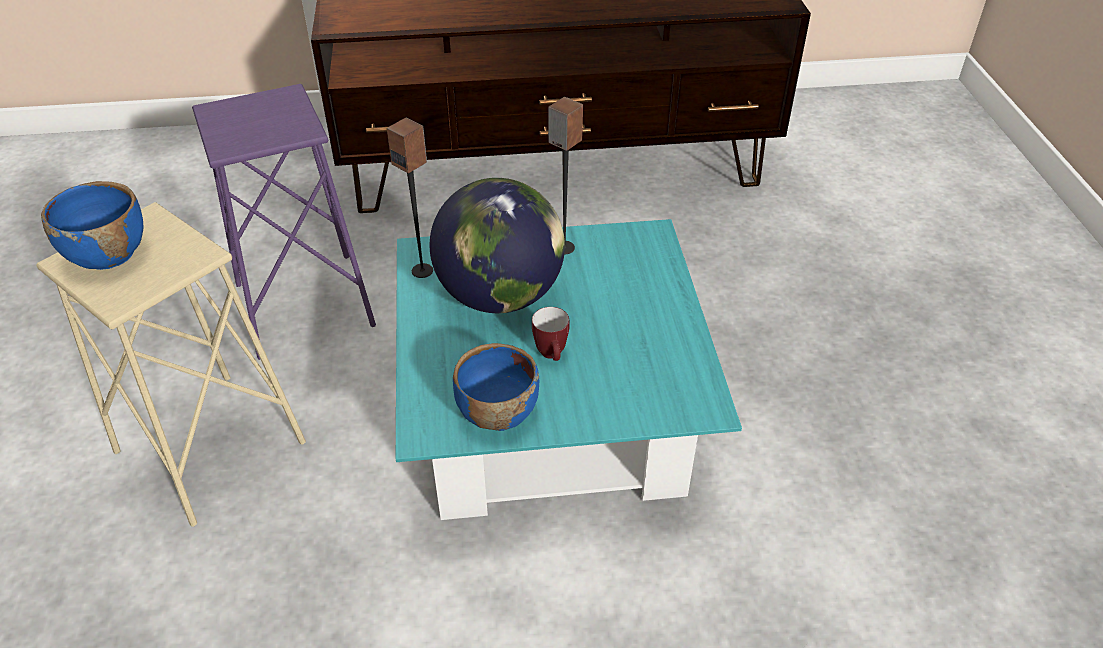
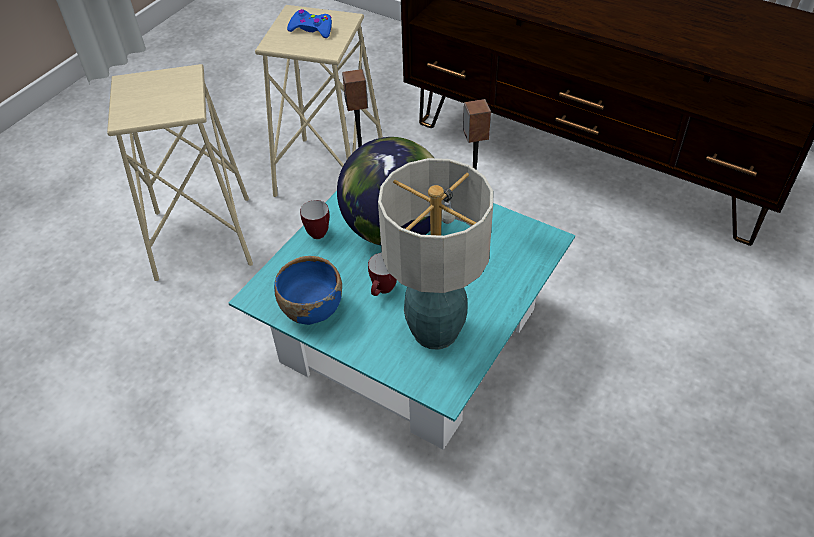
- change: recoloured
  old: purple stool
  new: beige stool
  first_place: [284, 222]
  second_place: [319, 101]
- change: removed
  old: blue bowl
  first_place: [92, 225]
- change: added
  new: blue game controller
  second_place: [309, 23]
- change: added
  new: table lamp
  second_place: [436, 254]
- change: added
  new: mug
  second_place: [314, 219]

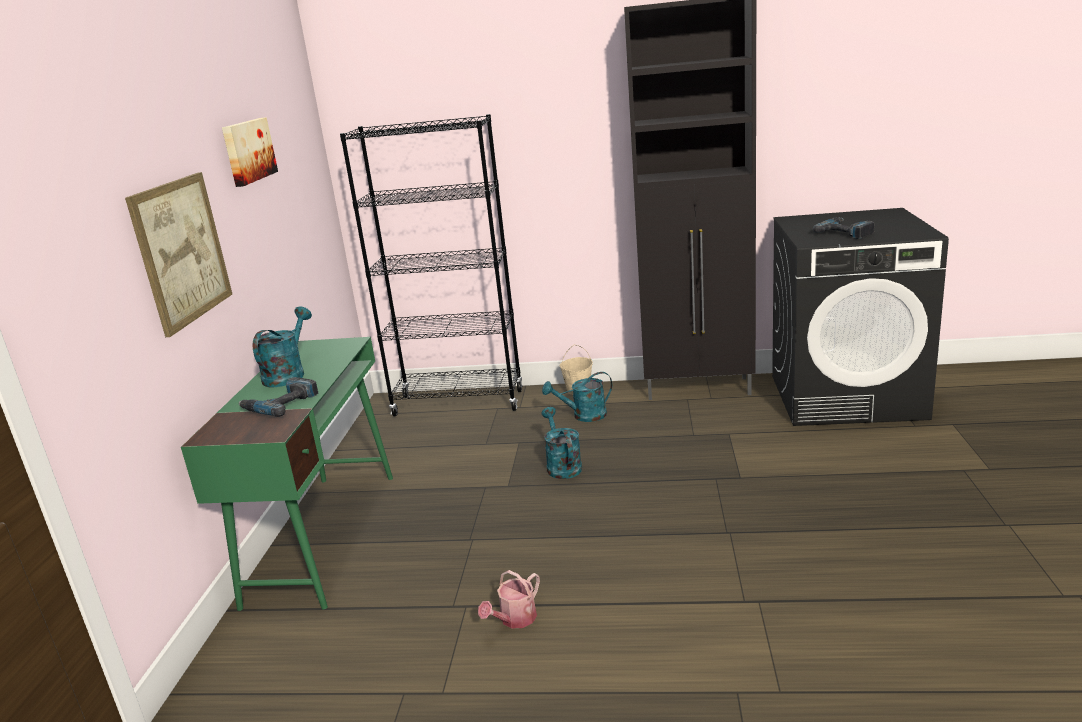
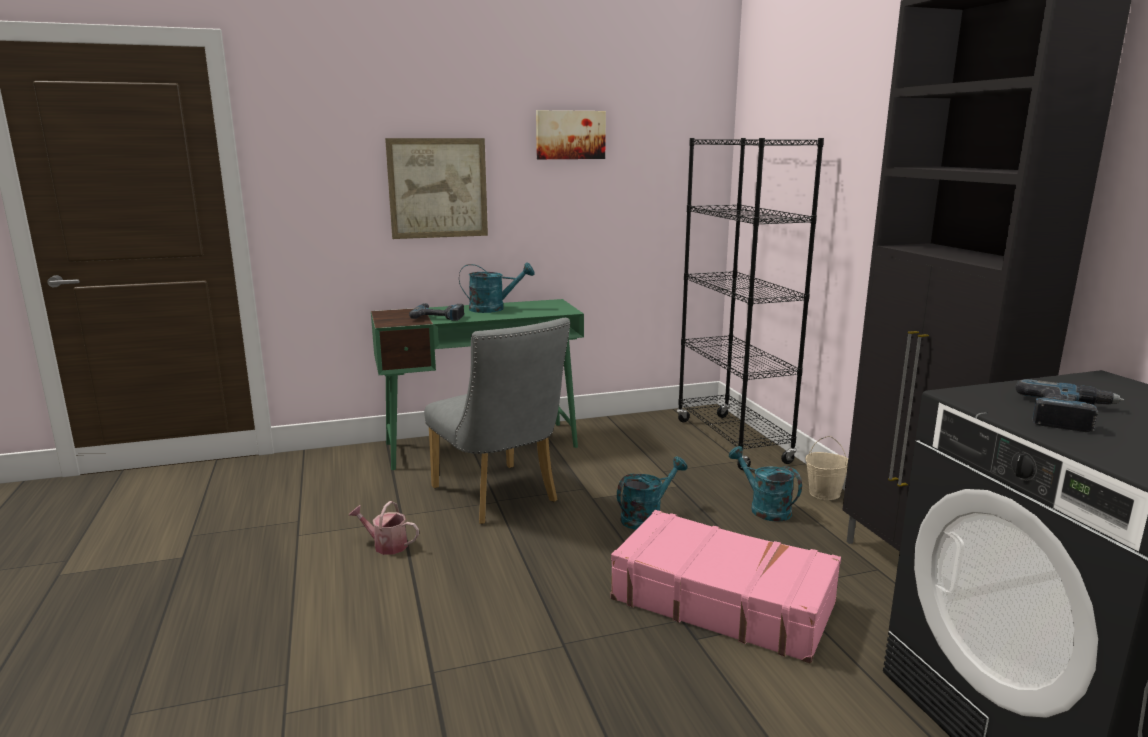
- change: added
  new: grey chair
  second_place: [497, 421]
- change: added
  new: pink suitcase
  second_place: [725, 587]

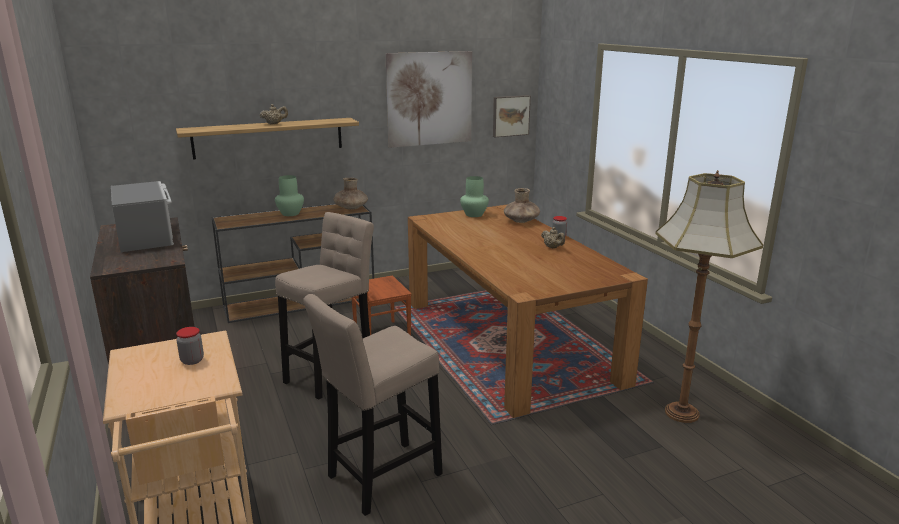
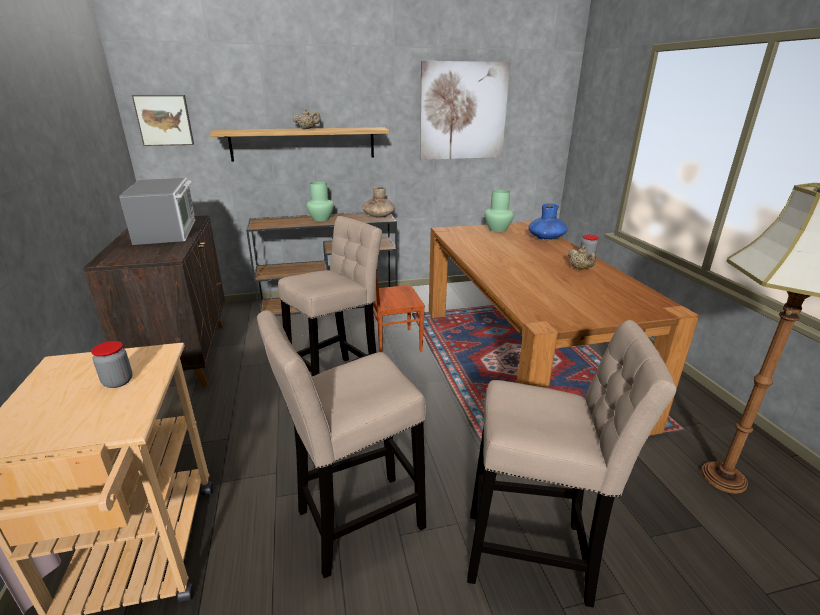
- change: moved
  old: picture
  first_place: [512, 116]
  second_place: [163, 120]
- change: recoloured
  old: brown vase
  new: blue vase
  first_place: [522, 205]
  second_place: [548, 221]
- change: added
  new: beige stool
  second_place: [571, 463]

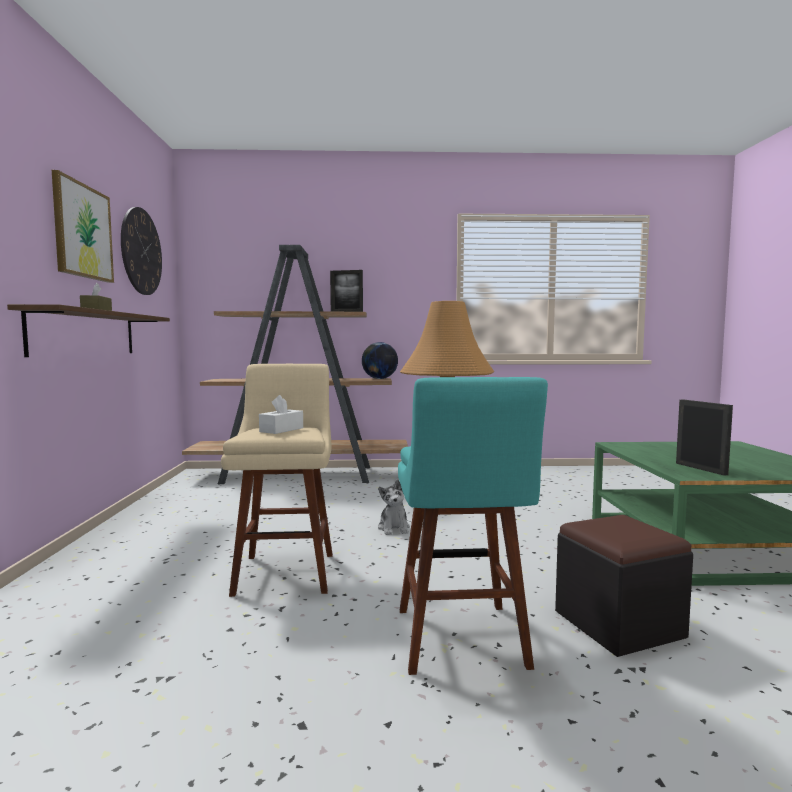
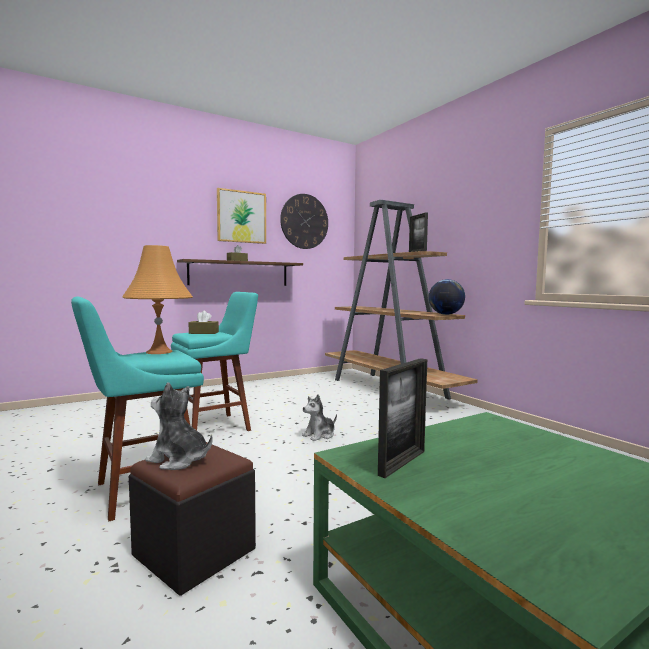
- change: recoloured
  old: beige stool
  new: turquoise stool
  first_place: [277, 480]
  second_place: [214, 361]
- change: recoloured
  old: white tissue box
  new: brown tissue box
  first_place: [281, 414]
  second_place: [204, 322]
- change: added
  new: plush toy
  second_place: [179, 426]

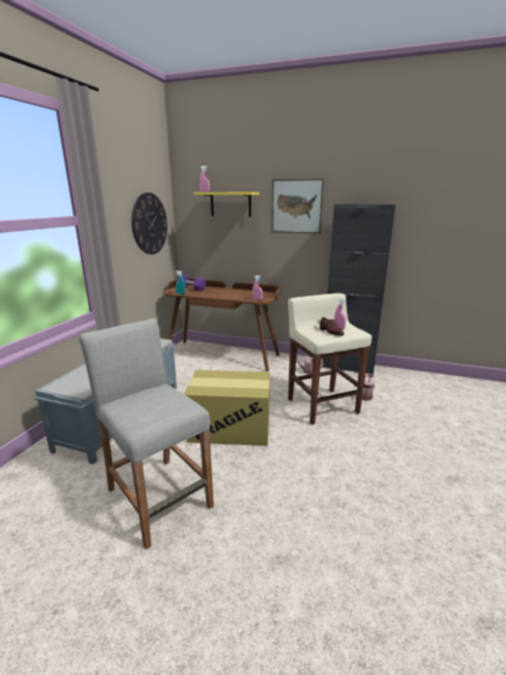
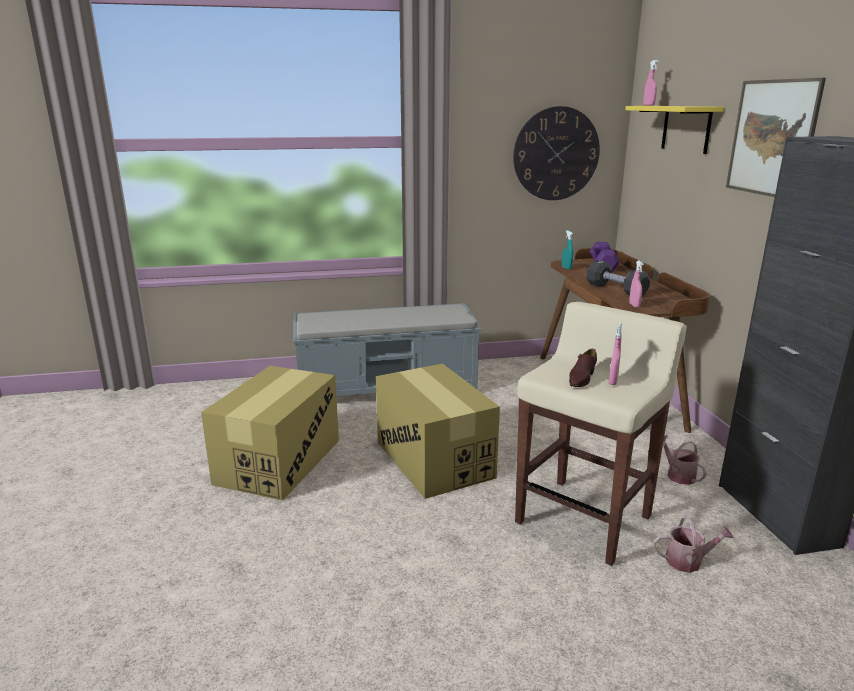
- change: replaced
  old: beige stool
  new: cardboard box
  first_place: [146, 433]
  second_place: [270, 433]
- change: added
  new: black dumbbell
  second_place: [618, 278]

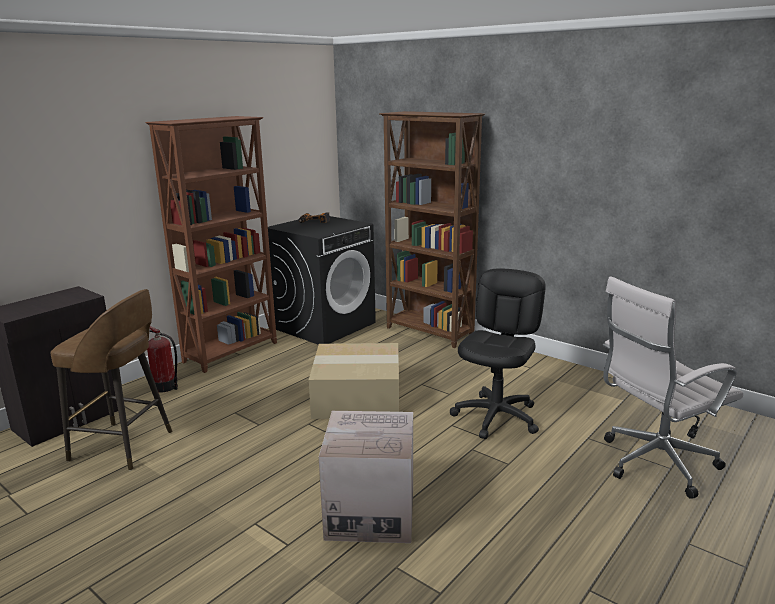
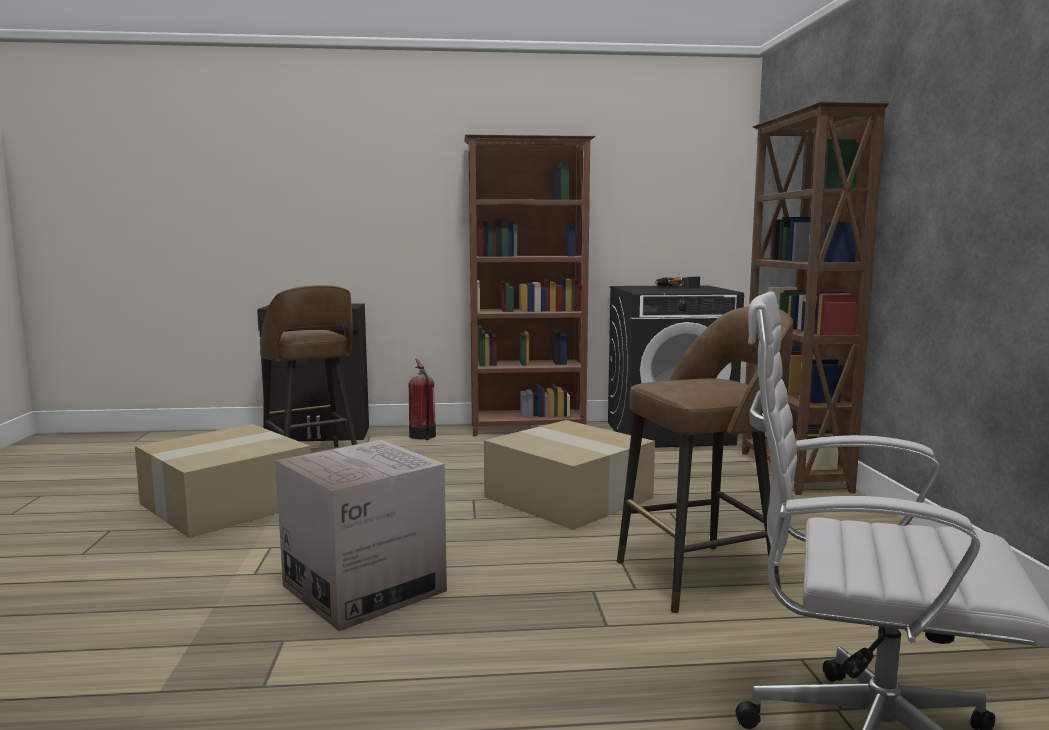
- change: replaced
  old: black office chair
  new: brown stool
  first_place: [498, 354]
  second_place: [705, 459]
- change: added
  new: cardboard box
  second_place: [223, 481]

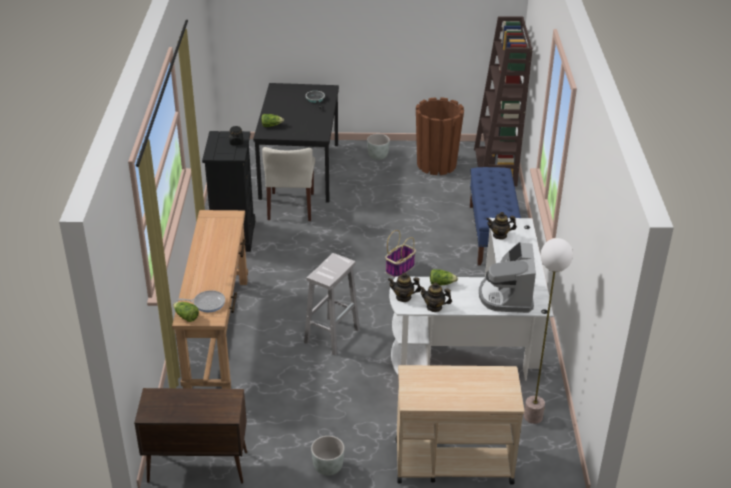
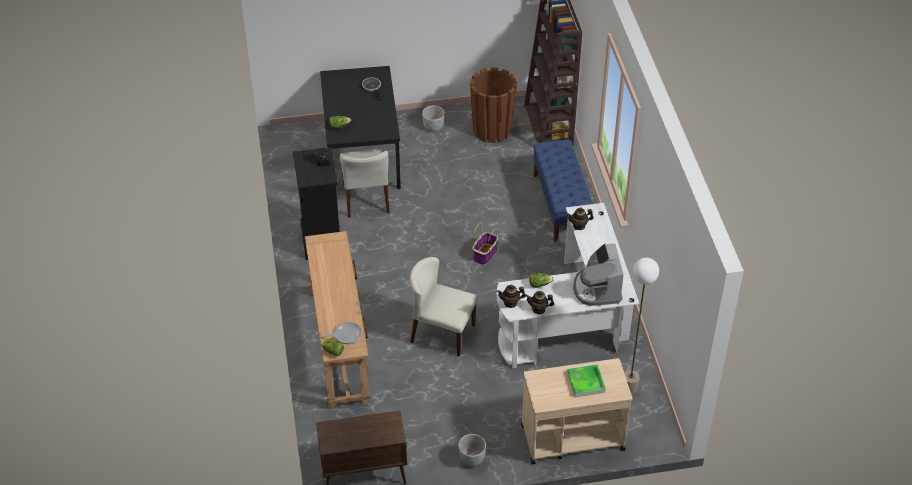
- change: replaced
  old: white stool
  new: beige chair
  first_place: [332, 304]
  second_place: [444, 307]
- change: added
  new: tray
  second_place: [586, 381]

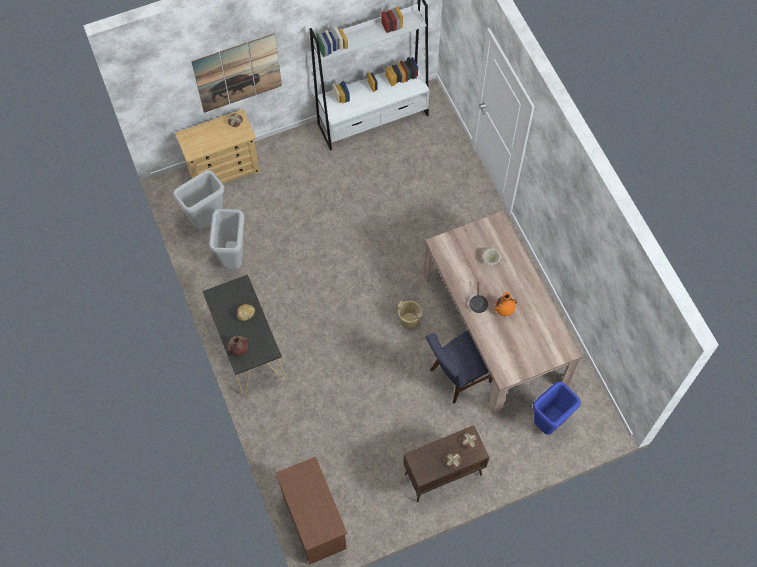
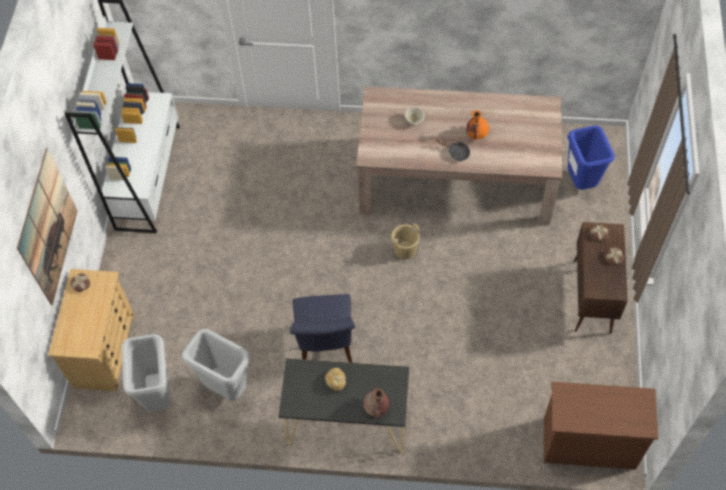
- change: moved
  old: blue chair
  first_place: [458, 367]
  second_place: [322, 328]

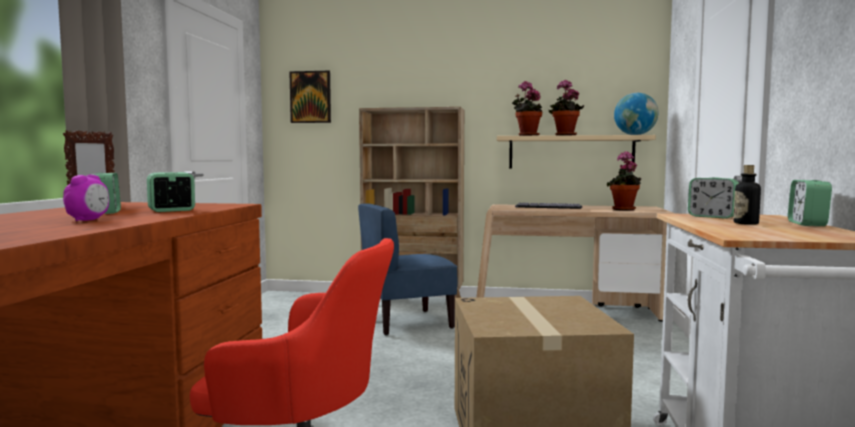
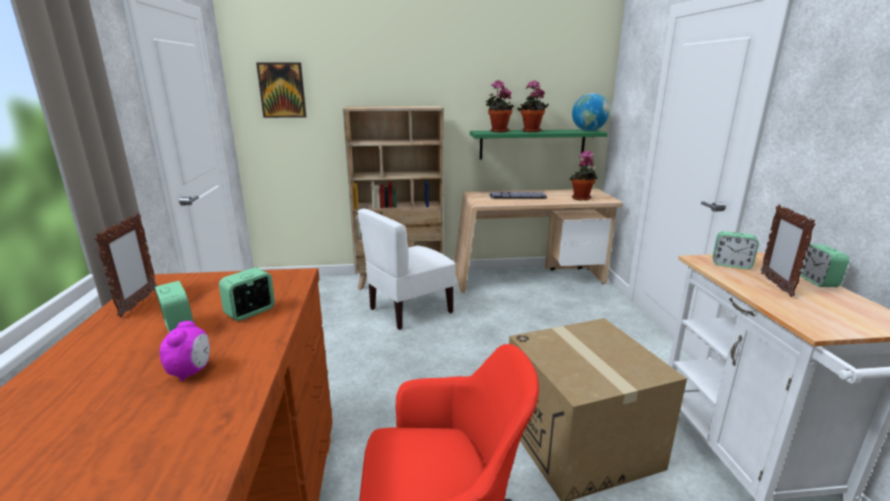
- change: recoloured
  old: beige shelf
  new: green shelf
  first_place: [576, 152]
  second_place: [539, 144]
- change: replaced
  old: bottle
  new: picture frame
  first_place: [747, 195]
  second_place: [788, 251]
- change: recoloured
  old: blue chair
  new: white chair
  first_place: [407, 269]
  second_place: [406, 269]

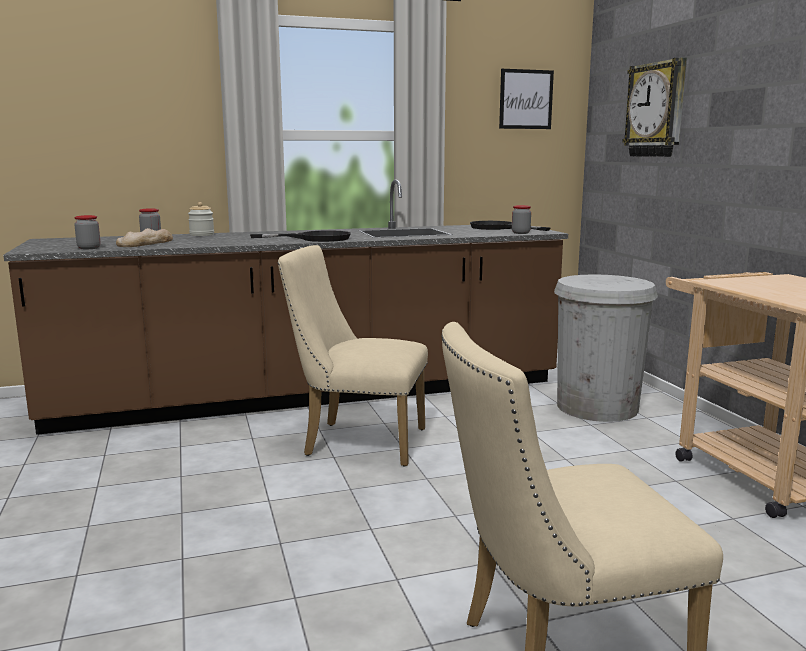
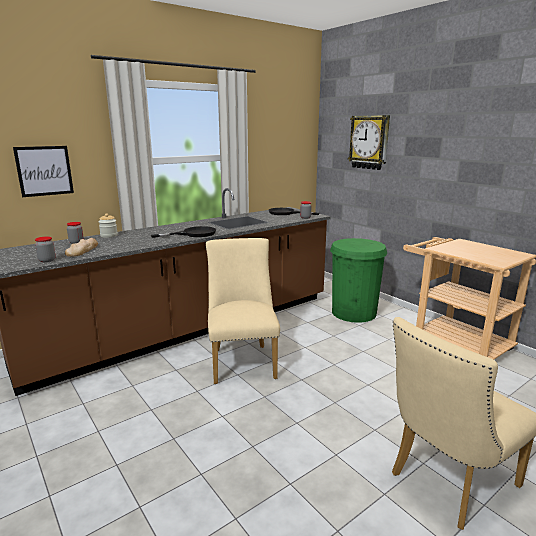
- change: moved
  old: picture
  first_place: [526, 99]
  second_place: [43, 171]
- change: turned
  old: beige chair
  first_place: [353, 356]
  second_place: [243, 311]
  degrees: 90
- change: recoloured
  old: white trash can
  new: green trash can
  first_place: [606, 348]
  second_place: [358, 280]

